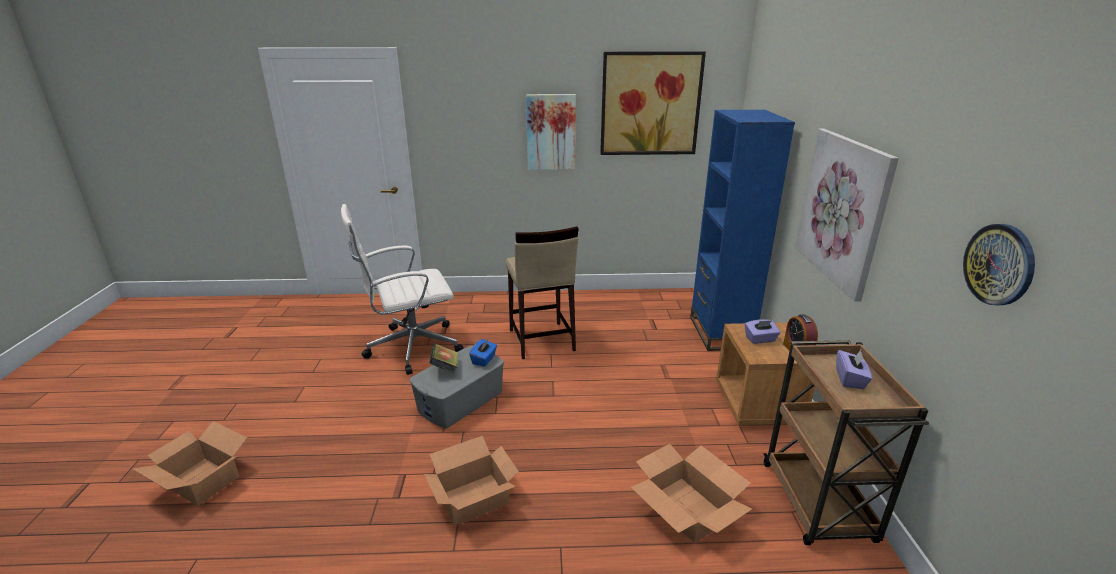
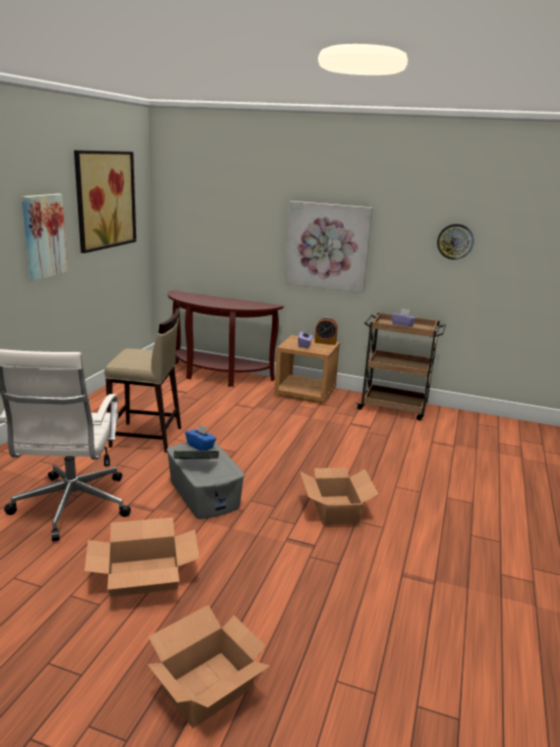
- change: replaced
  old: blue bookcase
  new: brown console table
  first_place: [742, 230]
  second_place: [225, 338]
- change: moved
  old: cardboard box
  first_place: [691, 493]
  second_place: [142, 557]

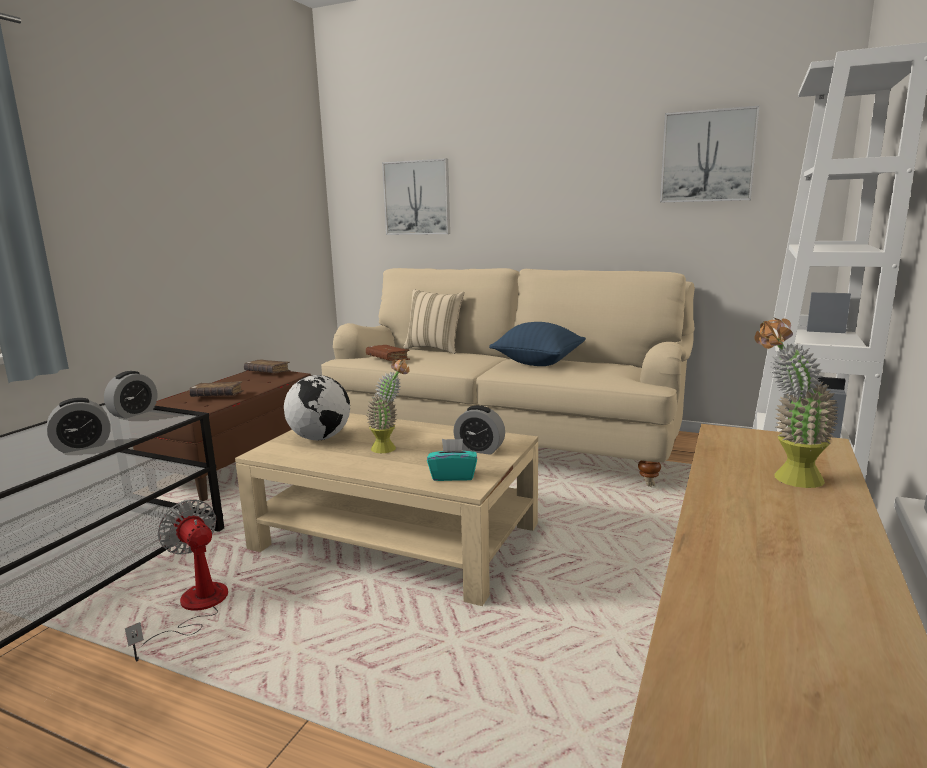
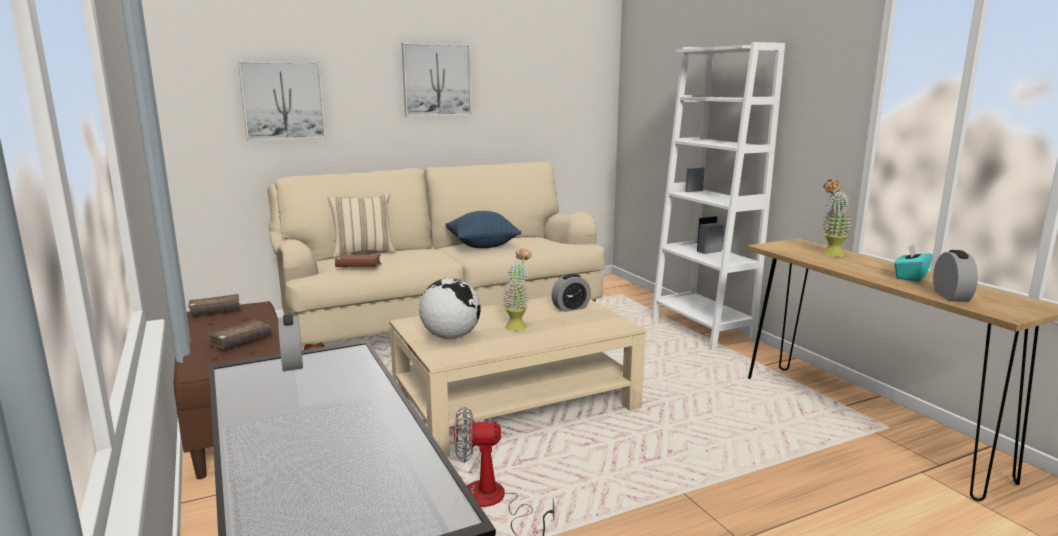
- change: moved
  old: picture
  first_place: [710, 154]
  second_place: [437, 79]
- change: moved
  old: alarm clock
  first_place: [79, 425]
  second_place: [955, 276]
- change: moved
  old: turquoise tissue box
  first_place: [452, 460]
  second_place: [913, 263]

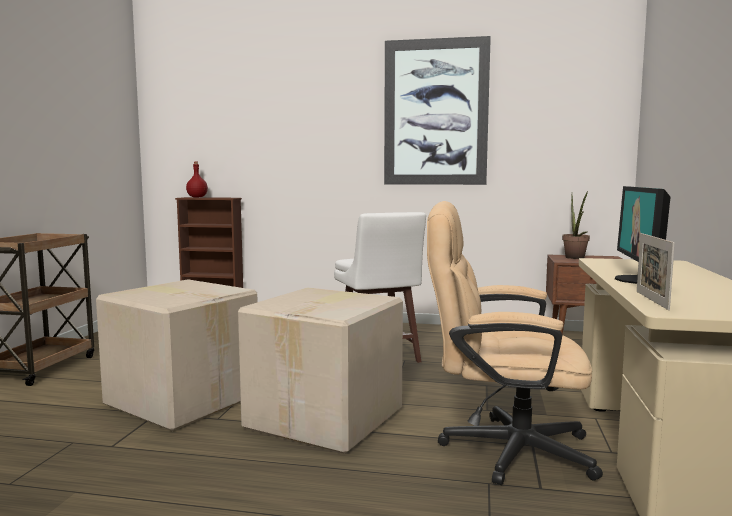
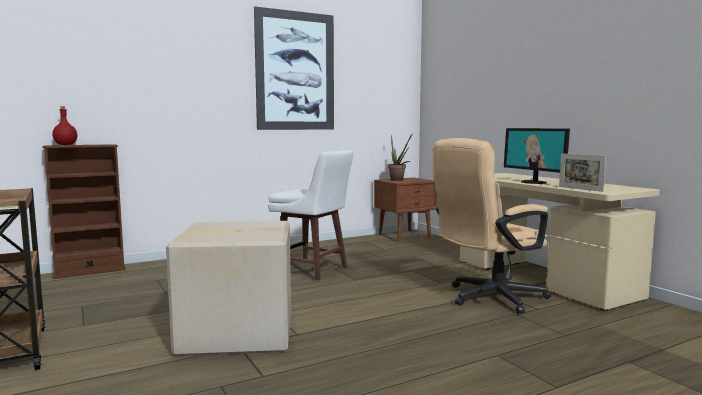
- change: removed
  old: cardboard box
  first_place: [320, 370]

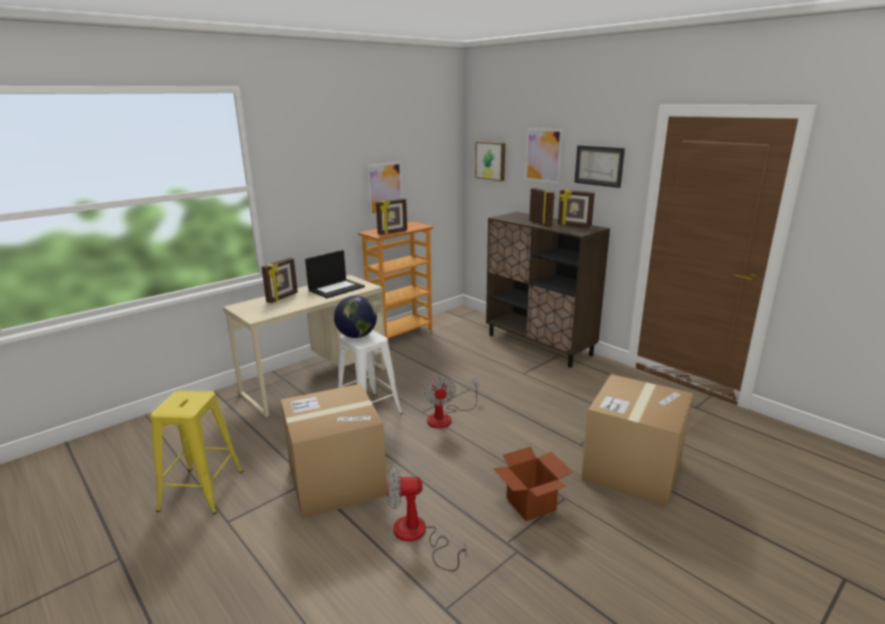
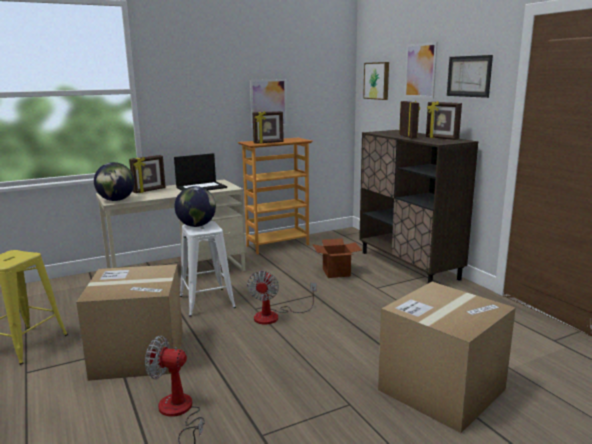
- change: moved
  old: cardboard box
  first_place: [533, 483]
  second_place: [337, 258]
- change: added
  new: globe
  second_place: [114, 181]

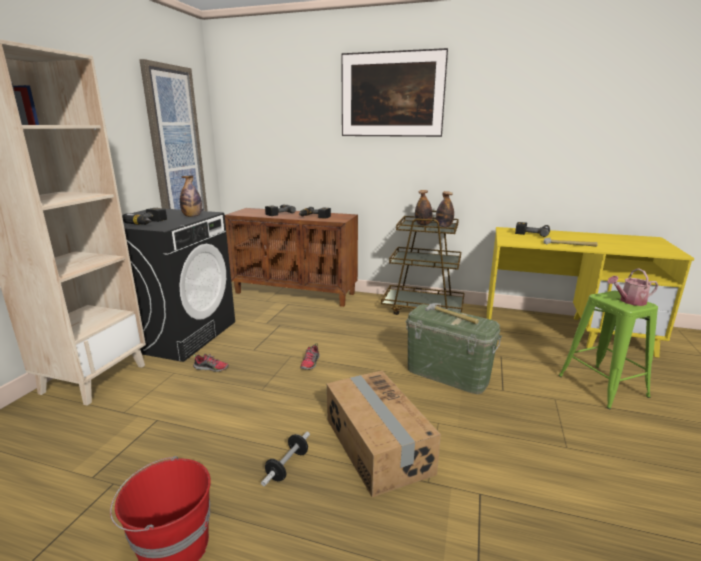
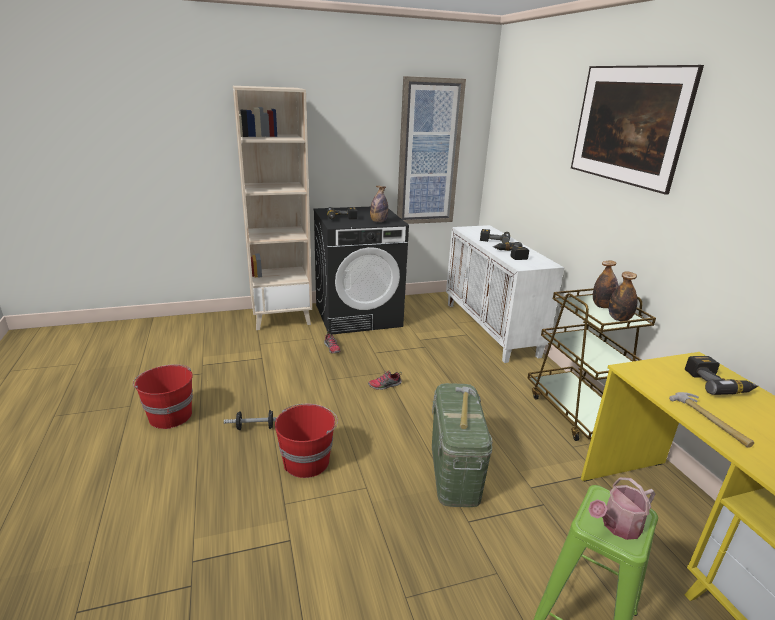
- change: recoloured
  old: brown cabinet
  new: white cabinet
  first_place: [291, 257]
  second_place: [505, 294]
- change: turned
  old: watering can
  first_place: [632, 287]
  second_place: [621, 508]
  degrees: -75
- change: replaced
  old: cardboard box
  new: red bucket
  first_place: [384, 434]
  second_place: [306, 441]

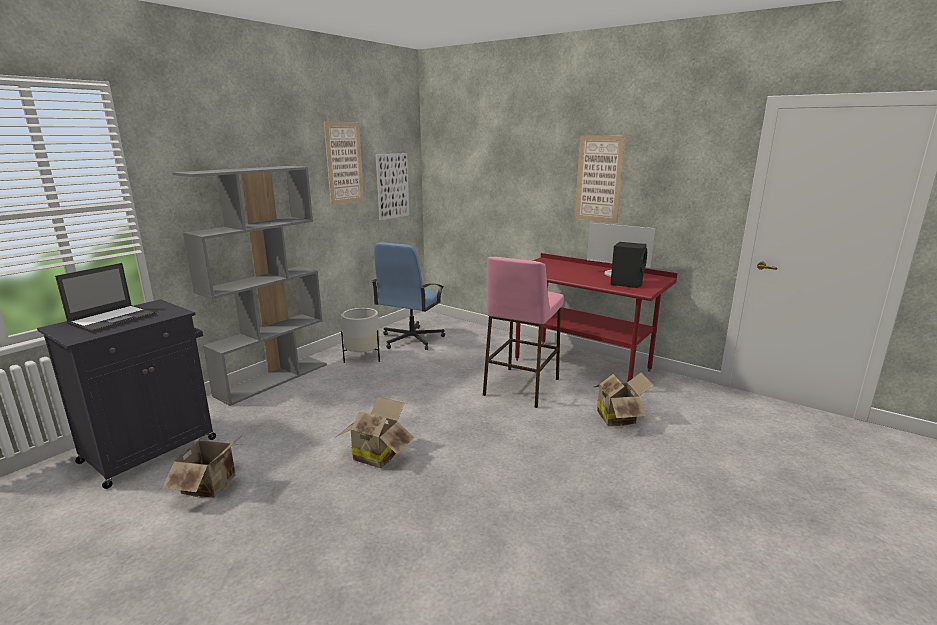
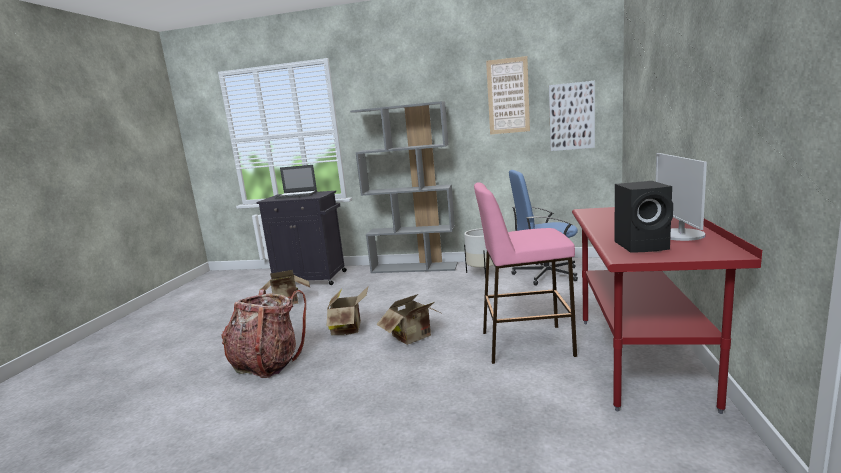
- change: removed
  old: picture
  first_place: [600, 179]
- change: moved
  old: cardboard box
  first_place: [624, 399]
  second_place: [408, 319]
- change: added
  new: backpack
  second_place: [264, 333]

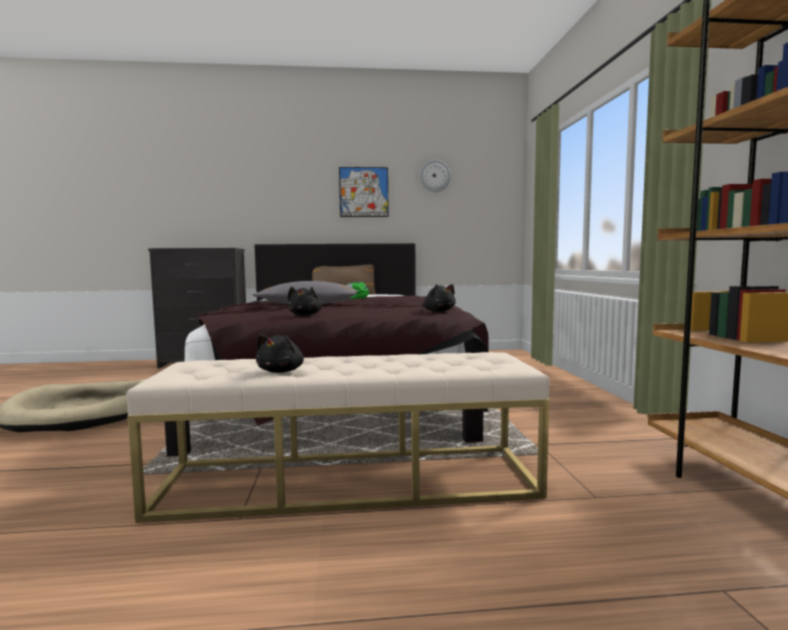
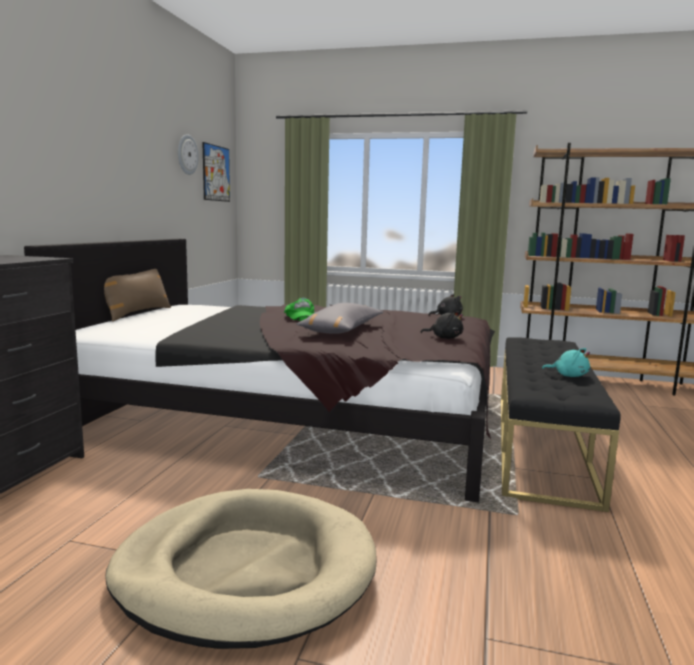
- change: moved
  old: picture
  first_place: [364, 192]
  second_place: [216, 172]
- change: recoloured
  old: black plush toy
  new: turquoise plush toy
  first_place: [280, 353]
  second_place: [566, 362]
- change: recoloured
  old: beige bench
  new: black bench
  first_place: [337, 437]
  second_place: [561, 425]

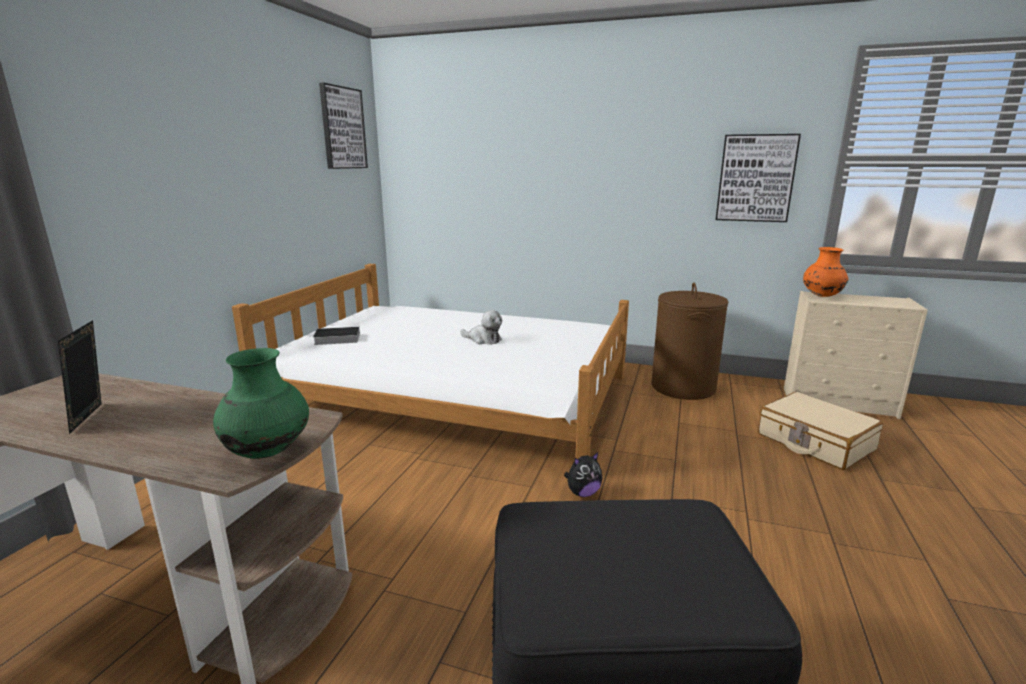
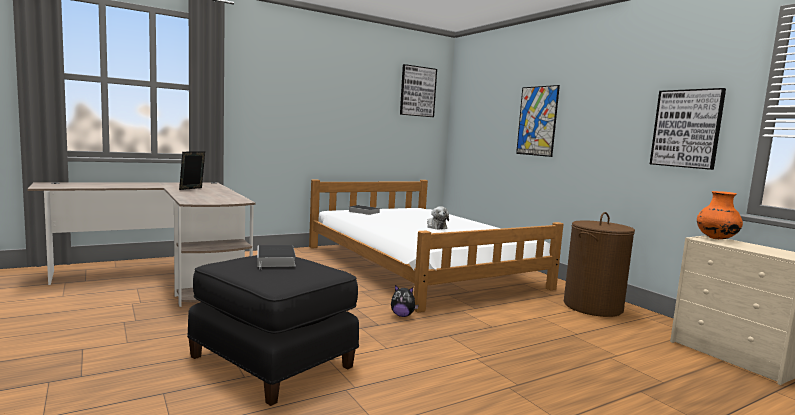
- change: removed
  old: green vase
  first_place: [261, 403]
- change: removed
  old: beige suitcase
  first_place: [820, 431]
- change: added
  new: picture
  second_place: [538, 121]
- change: added
  new: book
  second_place: [276, 257]

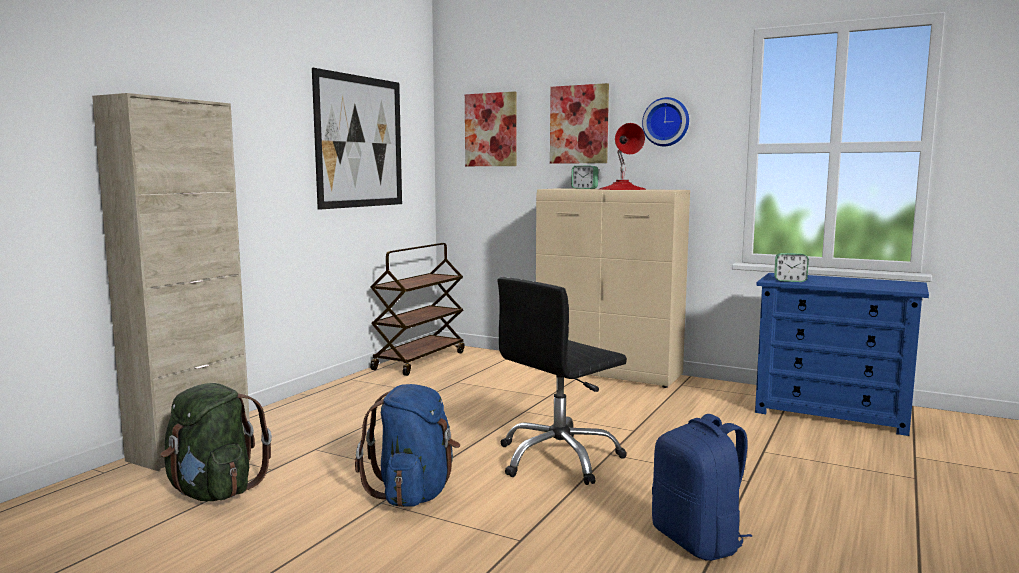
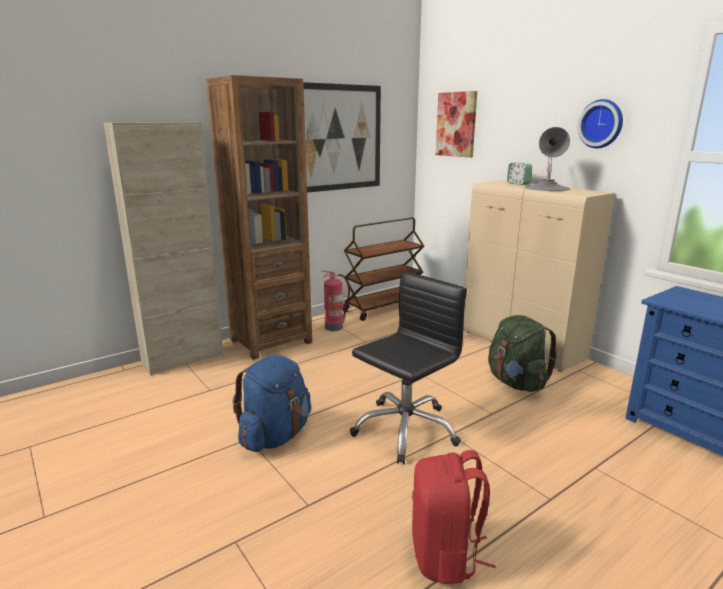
- change: removed
  old: picture
  first_place: [579, 123]
- change: recoloured
  old: red table lamp
  new: grey table lamp
  first_place: [622, 156]
  second_place: [547, 159]
- change: removed
  old: alarm clock
  first_place: [791, 267]
- change: turned
  old: black office chair
  first_place: [562, 381]
  second_place: [408, 367]
  degrees: 150
- change: moved
  old: green backpack
  first_place: [216, 442]
  second_place: [523, 353]
- change: recoloured
  old: blue backpack
  new: red backpack
  first_place: [702, 487]
  second_place: [454, 517]
- change: added
  new: brown bookcase
  second_place: [259, 217]
- change: added
  new: fire extinguisher
  second_place: [335, 301]

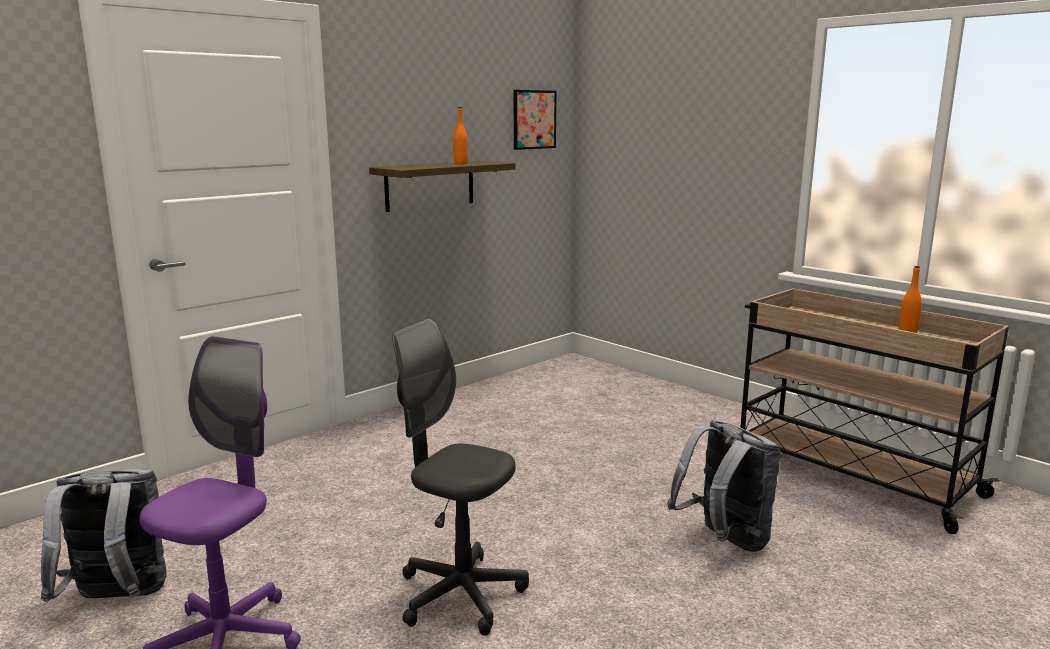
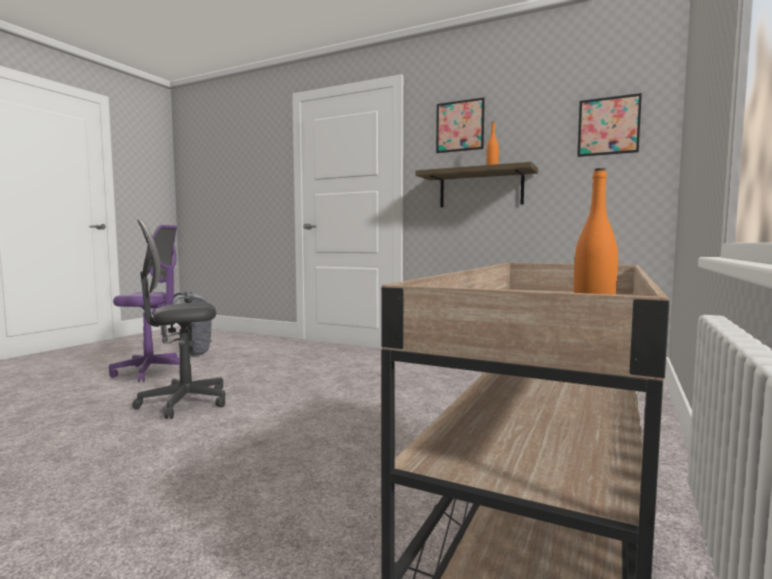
- change: turned
  old: grey office chair
  first_place: [460, 477]
  second_place: [178, 319]
  degrees: -120
- change: removed
  old: grey backpack
  first_place: [724, 486]
- change: added
  new: picture
  second_place: [460, 125]

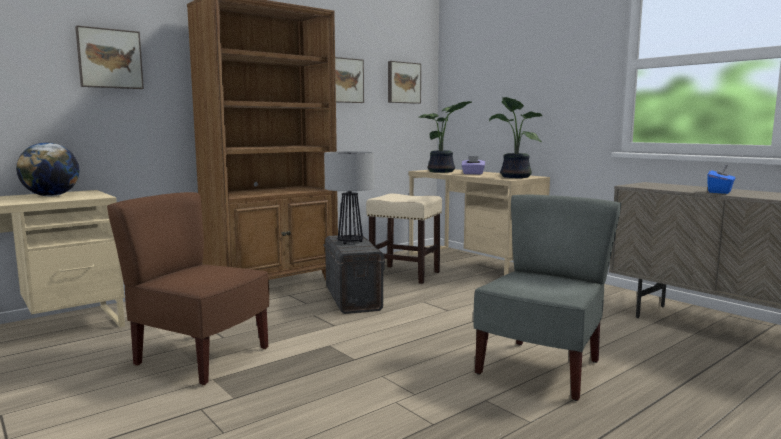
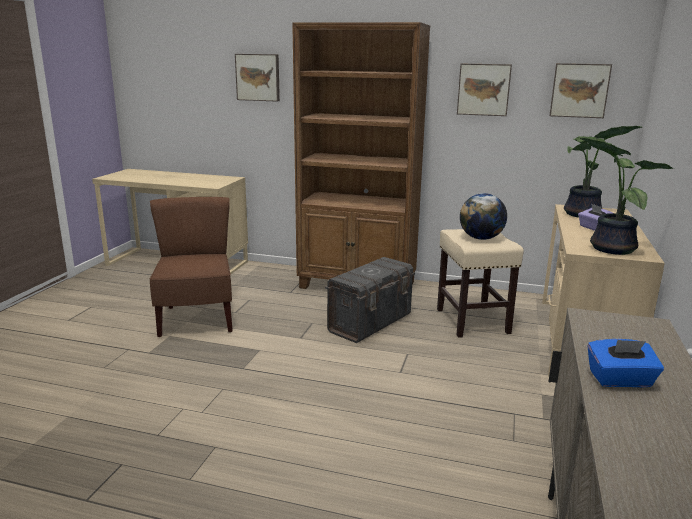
- change: moved
  old: globe
  first_place: [47, 169]
  second_place: [483, 216]
- change: removed
  old: table lamp
  first_place: [349, 197]
- change: removed
  old: grey chair
  first_place: [547, 298]

